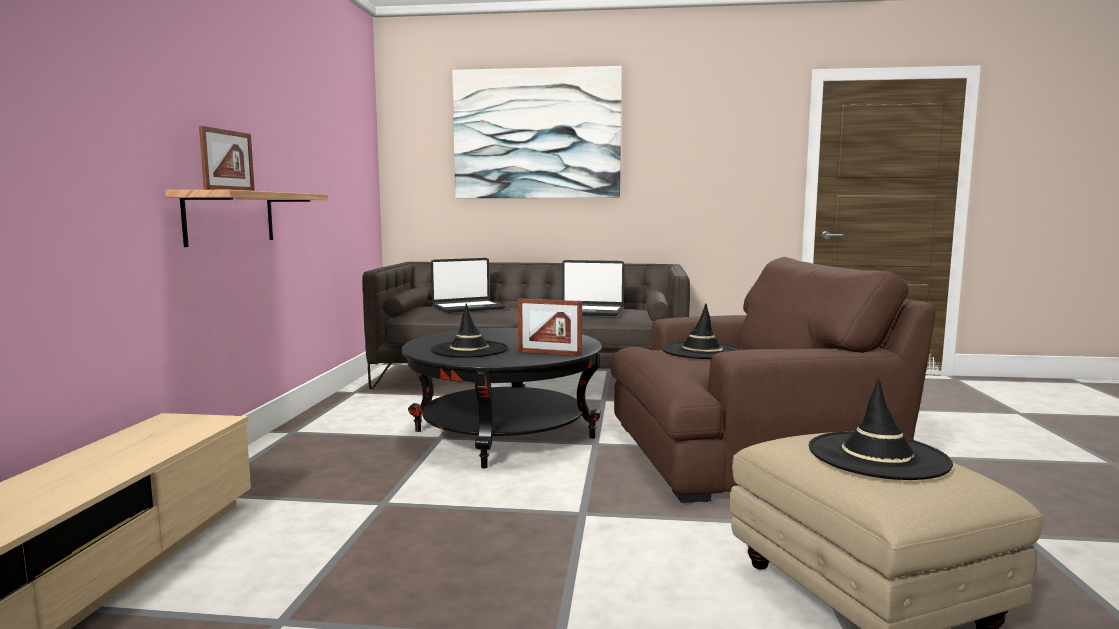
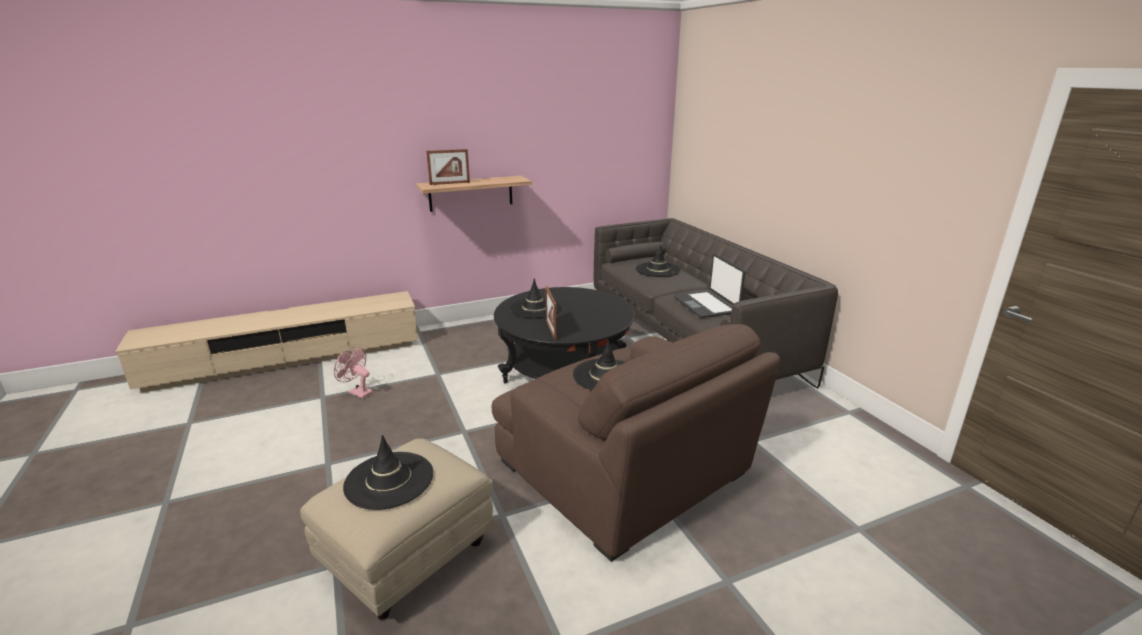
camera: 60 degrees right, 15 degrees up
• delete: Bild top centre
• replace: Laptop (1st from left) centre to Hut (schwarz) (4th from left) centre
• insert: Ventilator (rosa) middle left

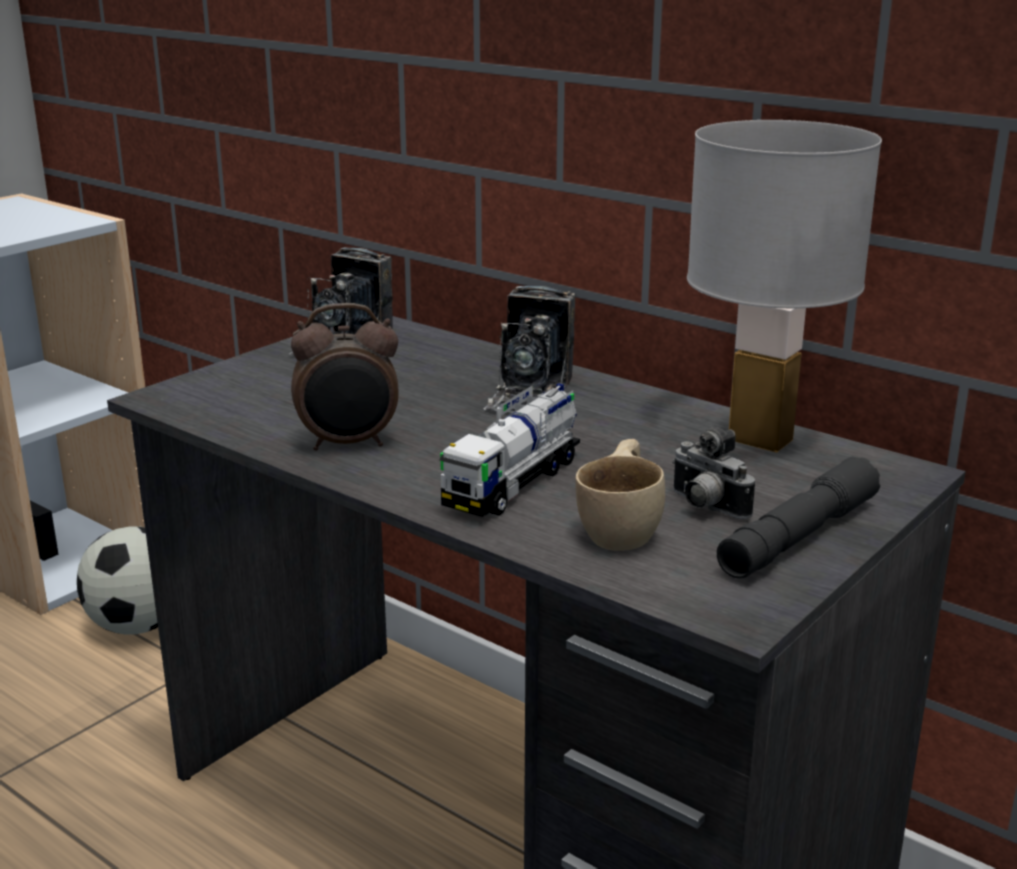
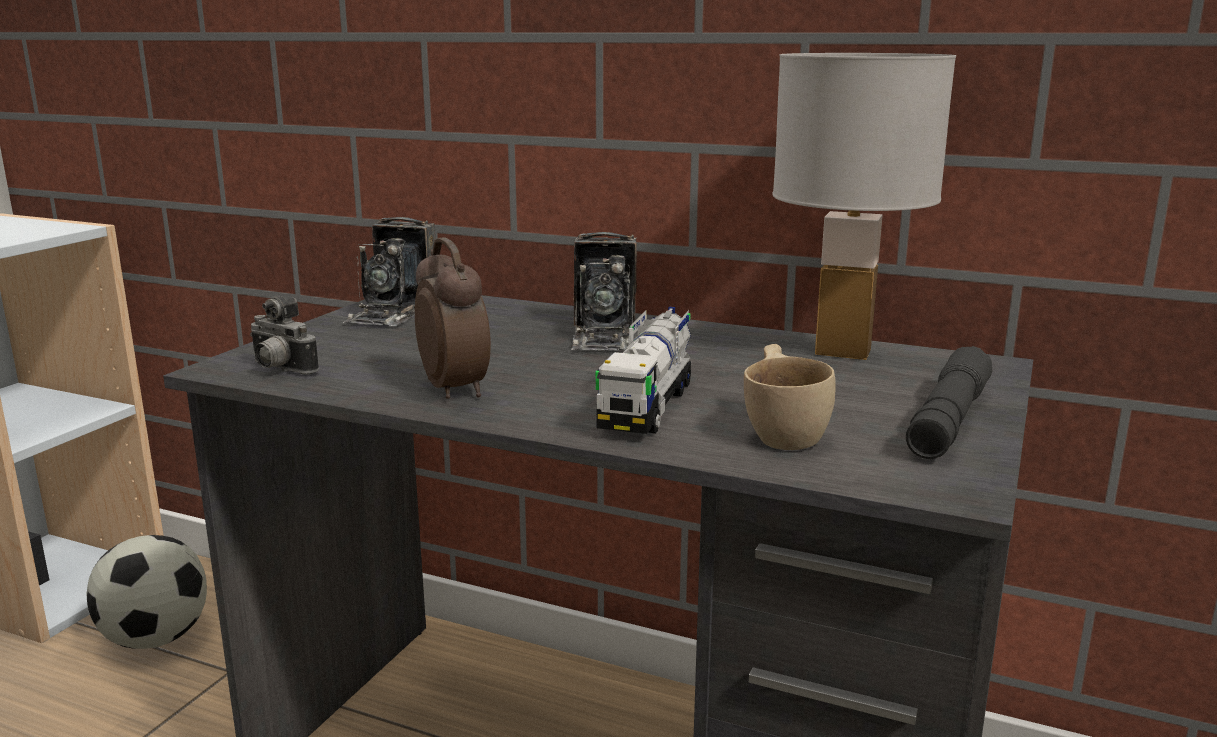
camera: 15 degrees left, 5 degrees down
• rotate: Wecker centre = centre 90 degrees counterclockwise
• move: Kamera (3rd from left in the first image) middle right to Kamera (1st from left) middle left

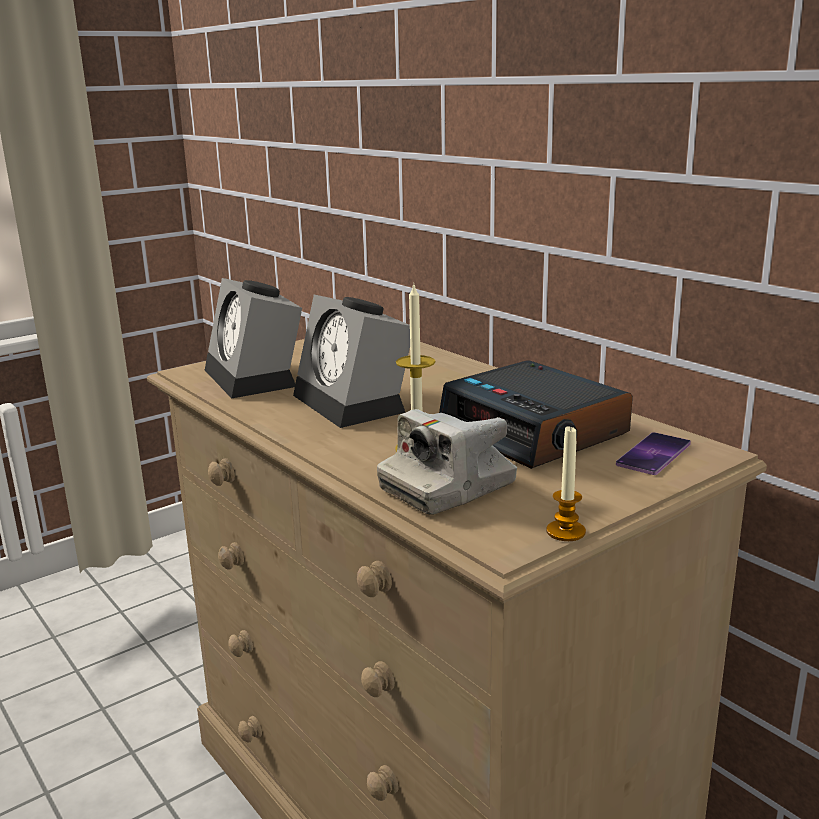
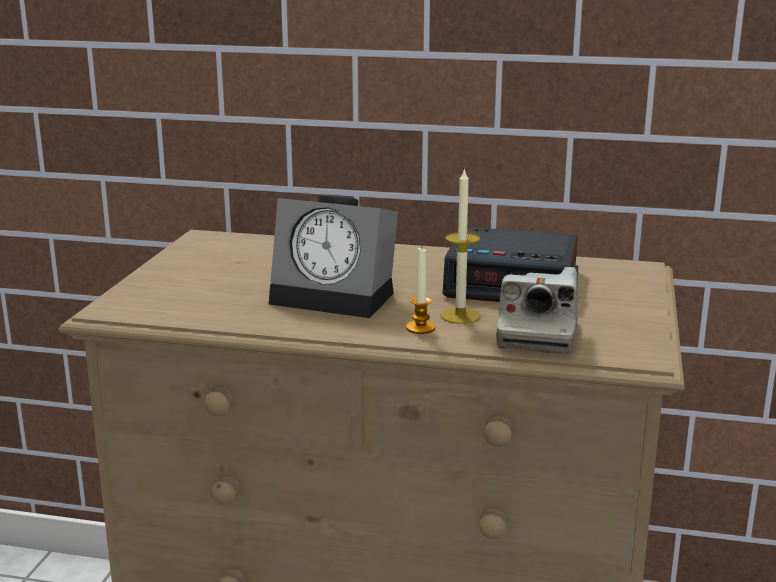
camera: 40 degrees left, 0 degrees up
• delete: Wecker (1st from left) middle left
• move: Kerze (2nd from left in the first image) middle right to Kerze (1st from left) centre
• delete: Handy middle right

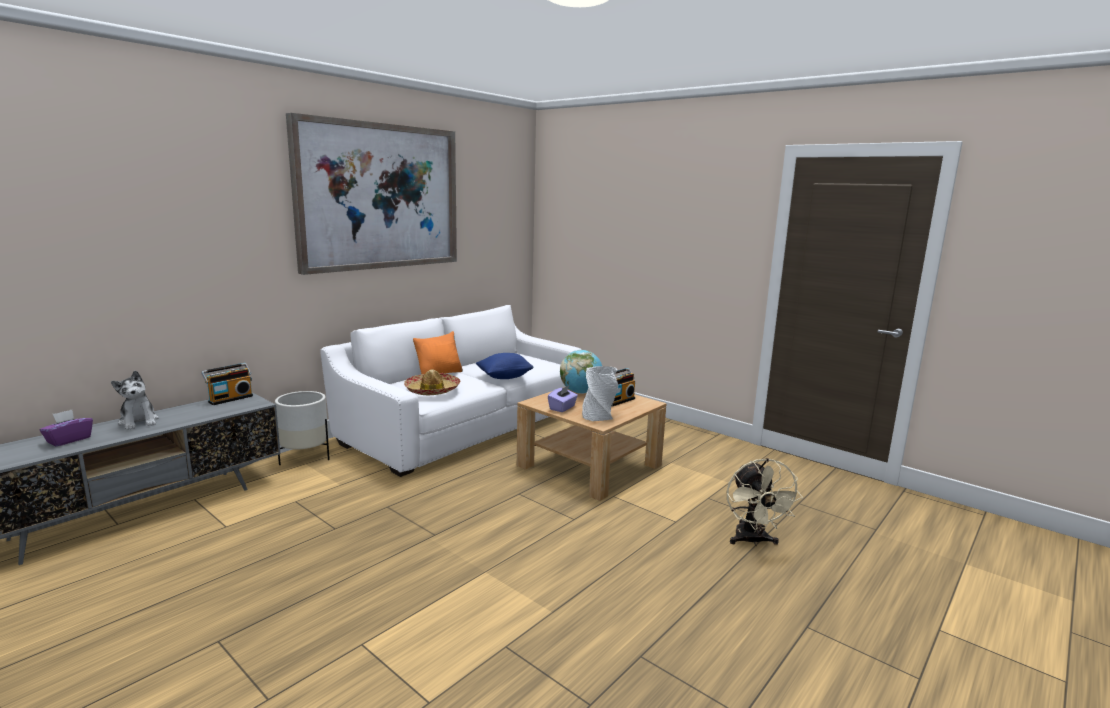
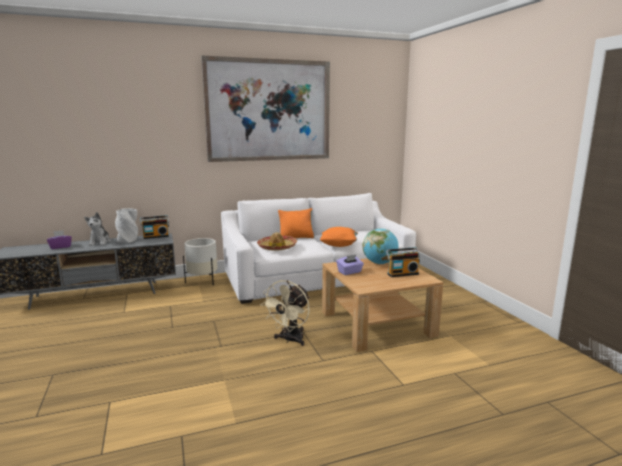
camera: 30 degrees right, 0 degrees up
• recolor: Kissen (blau) centre to Kissen (orange) (2nd from left) centre
• move: Vase (grau) centre to middle left
• move: Ventilator (beige) bottom right to bottom centre

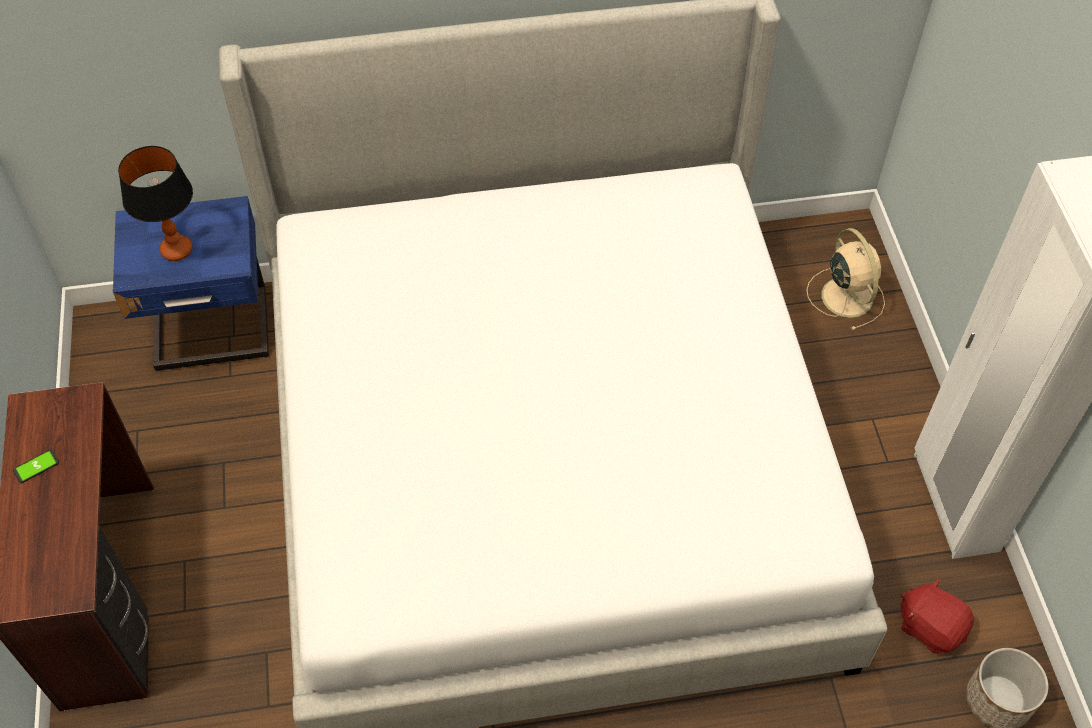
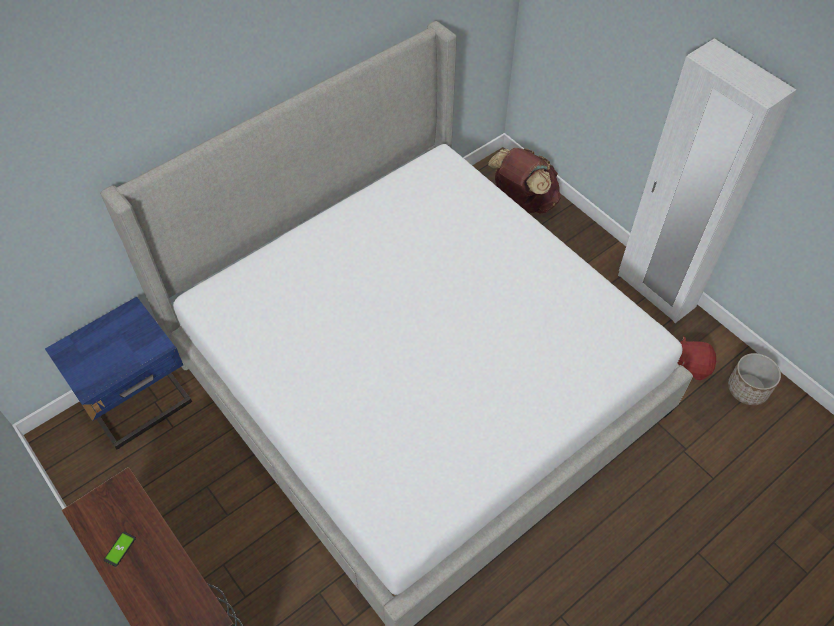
camera: 30 degrees left, 0 degrees up
• delete: Tischlampe top left
• replace: Ventilator (beige) middle right to Rucksack (braun) top centre

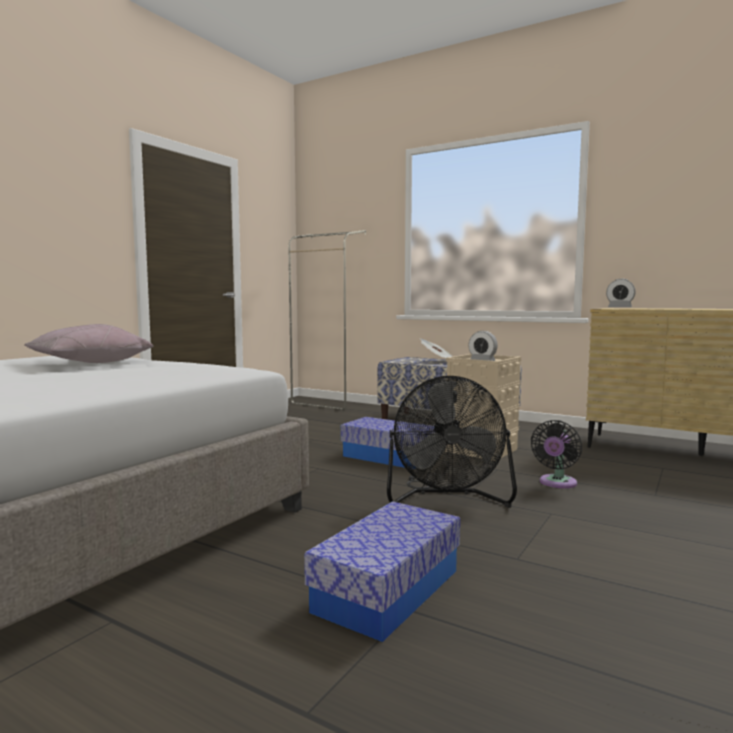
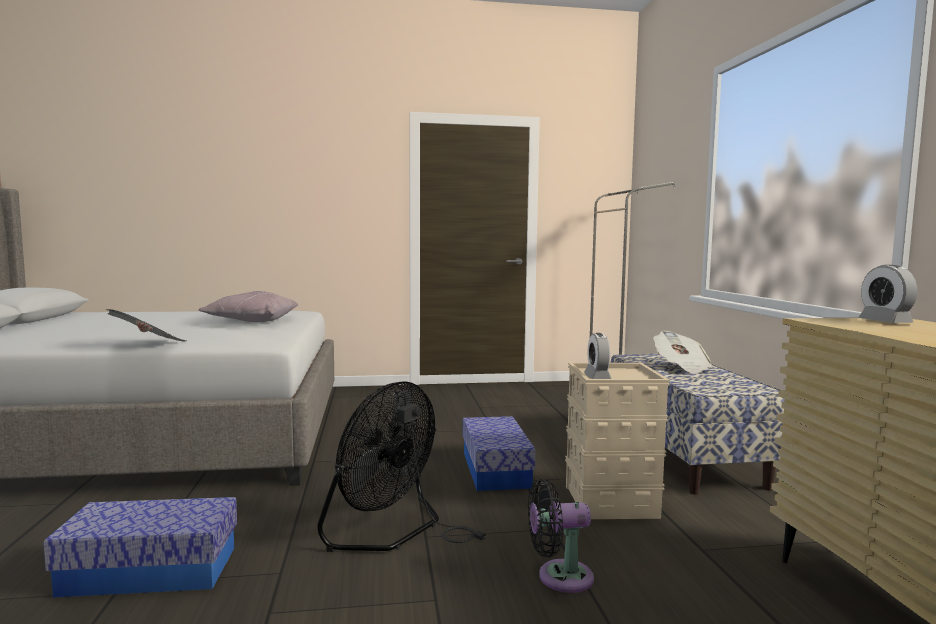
camera: 50 degrees right, 0 degrees up
• rotate: Ventilator (schwarz) (1st from left) centre = bottom centre 75 degrees clockwise
• insert: Zeitung (1st from left) middle left

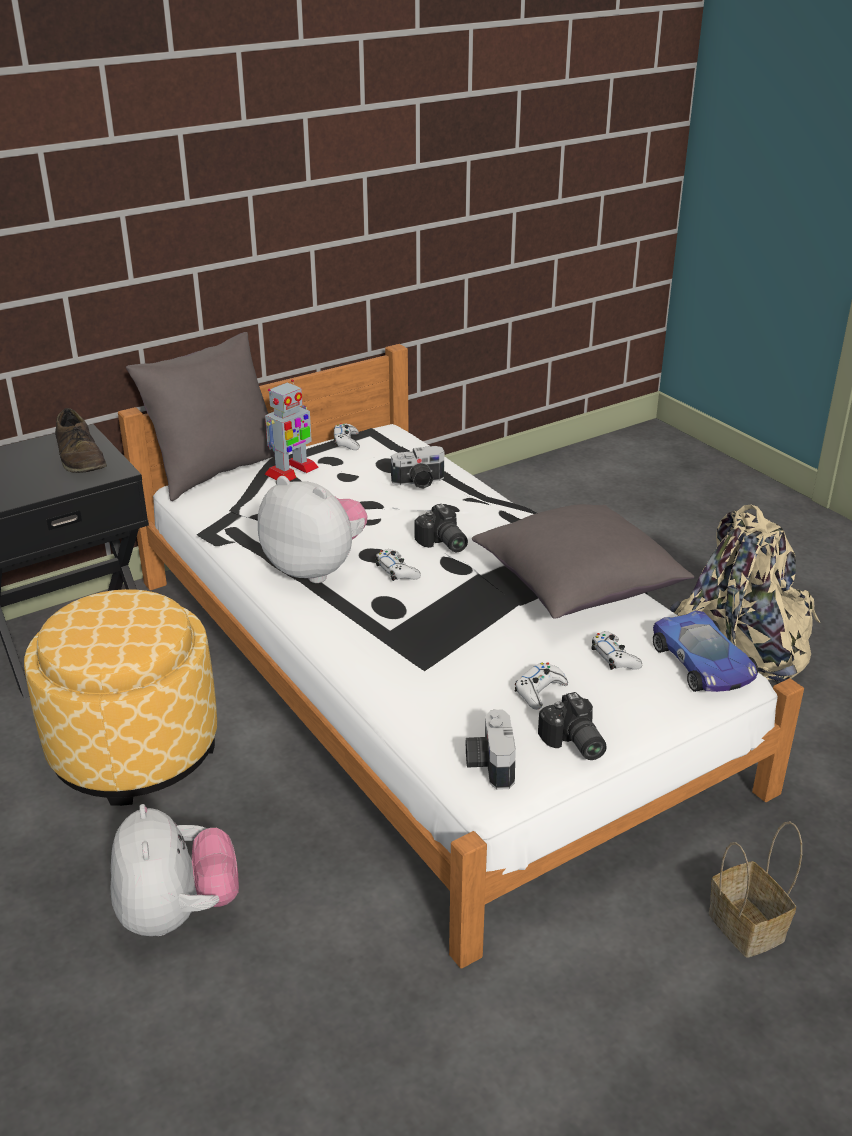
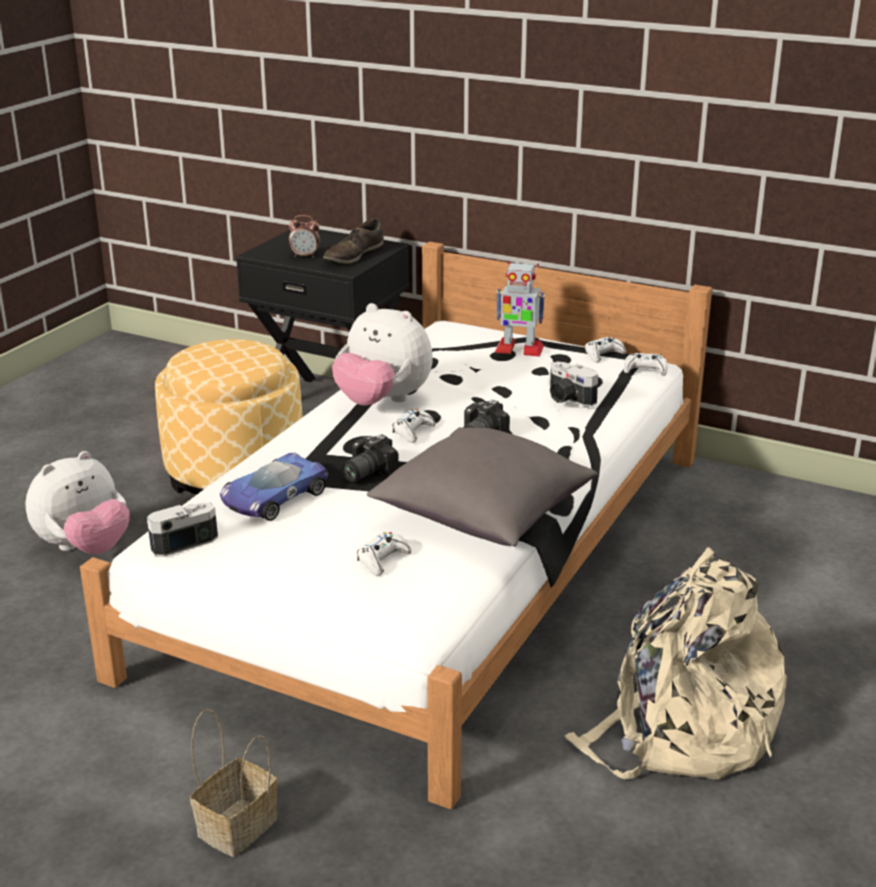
camera: 60 degrees right, 5 degrees down
• delete: Kissen (grau) (1st from left) middle left
• rotate: Plüschtier (2nd from left) centre = centre 120 degrees clockwise
• move: Spielzeugauto middle right to middle left
• move: Gamepad (weiß) (3rd from left in the first image) centre to Gamepad (weiß) (4th from left) middle right
• move: Kamera (4th from left in the first image) middle right to Kamera (2nd from left) centre
• insert: Wecker top centre

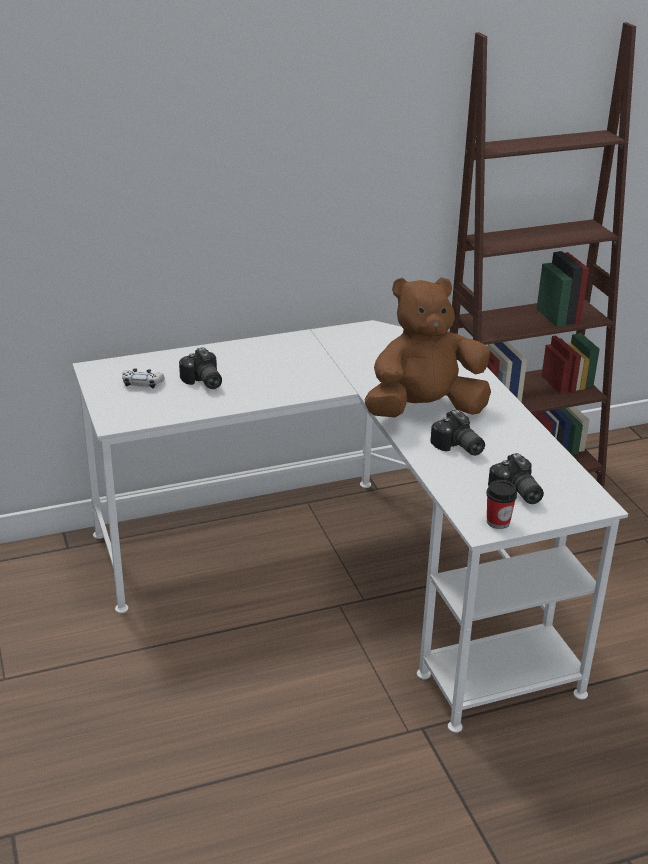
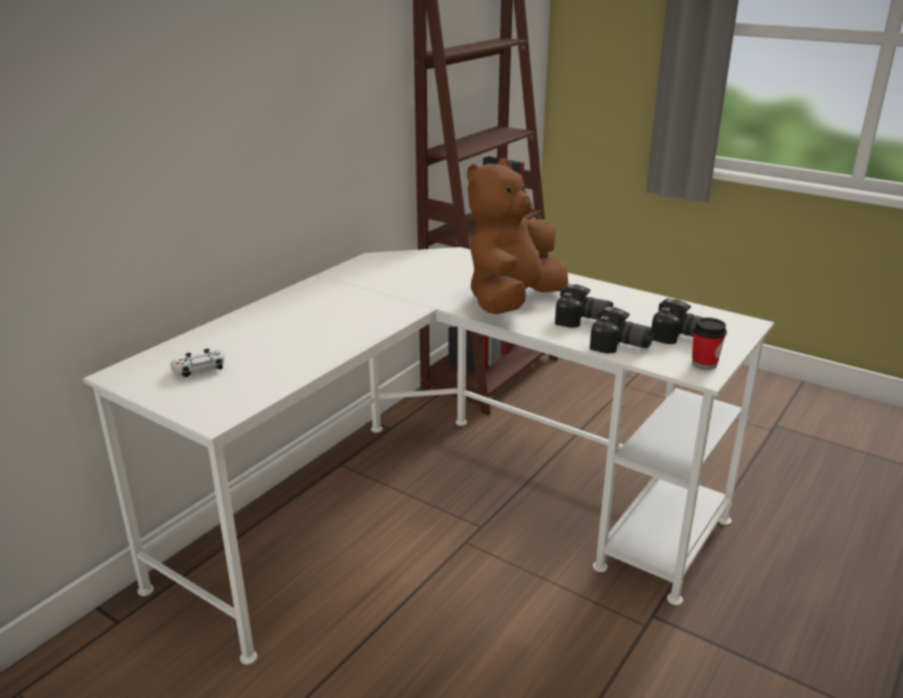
camera: 35 degrees left, 5 degrees down
• move: Kamera (1st from left in the first image) middle left to Kamera (2nd from left) middle right

